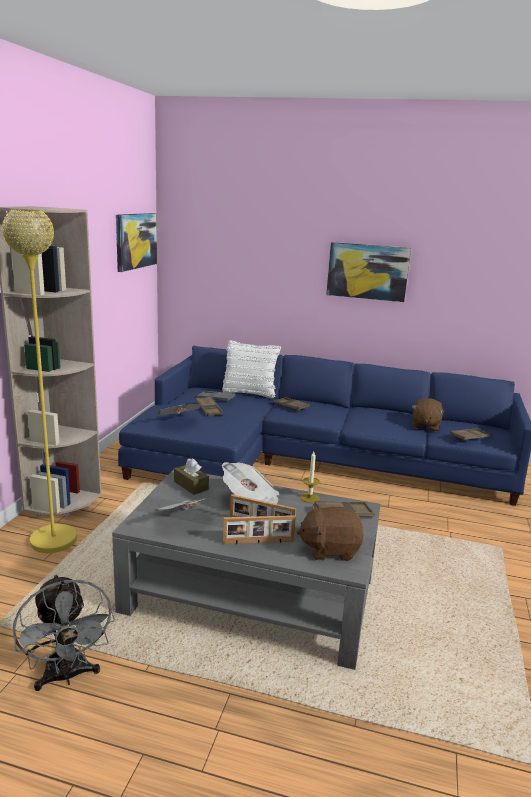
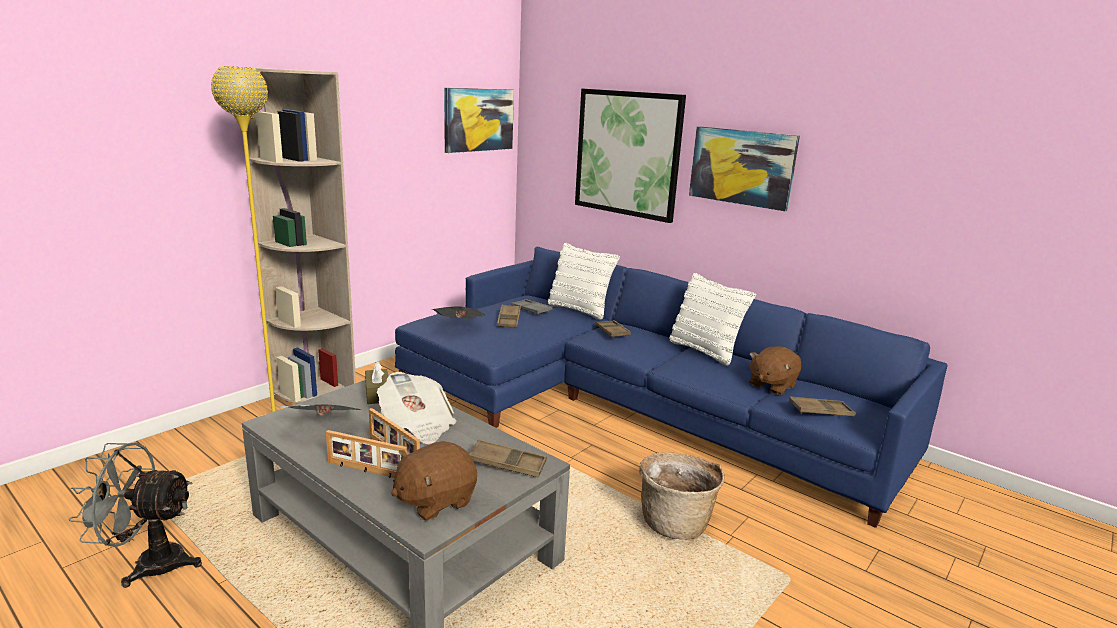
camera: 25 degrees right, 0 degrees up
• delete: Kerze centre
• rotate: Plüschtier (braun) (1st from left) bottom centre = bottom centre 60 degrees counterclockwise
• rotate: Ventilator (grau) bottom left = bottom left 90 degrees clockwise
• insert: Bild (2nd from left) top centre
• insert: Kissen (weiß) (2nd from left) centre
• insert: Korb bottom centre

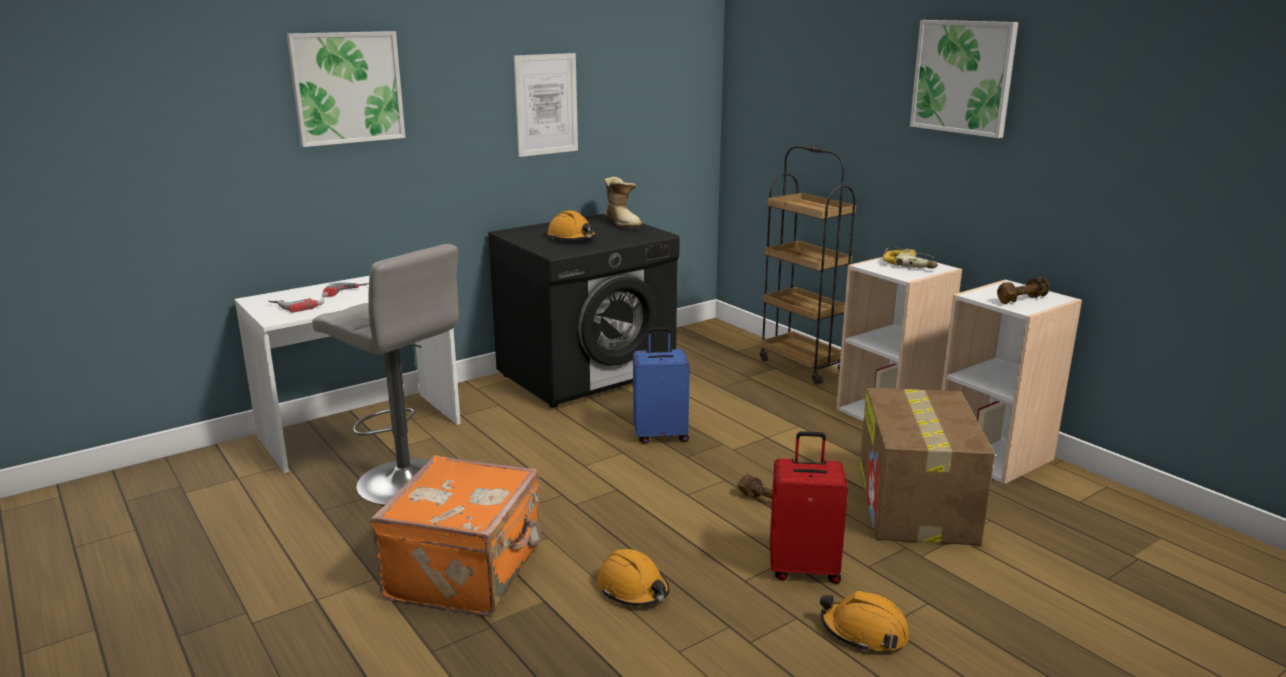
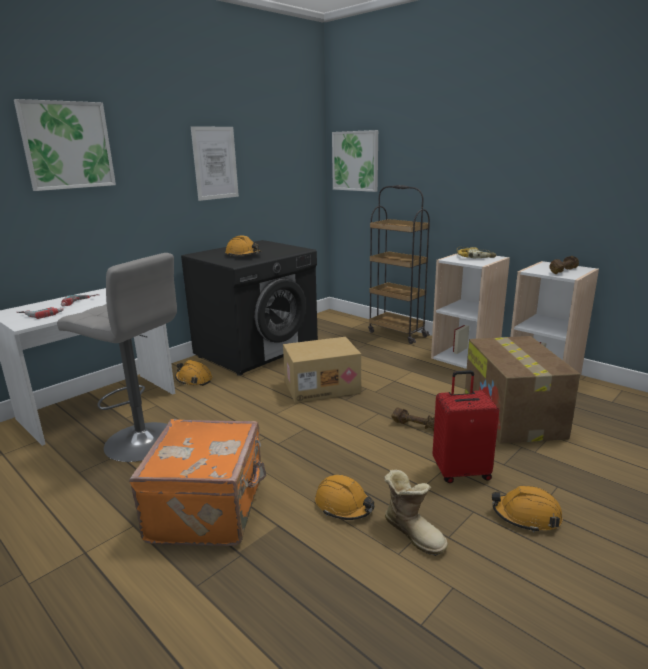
camera: 10 degrees left, 0 degrees up
• move: Bild (3rd from left) top right to top centre
• move: Stiefel top centre to bottom centre
• replace: Koffer (blau) centre to Karton (1st from left) centre
• insert: Schutzhelm (orange) (1st from left) middle left

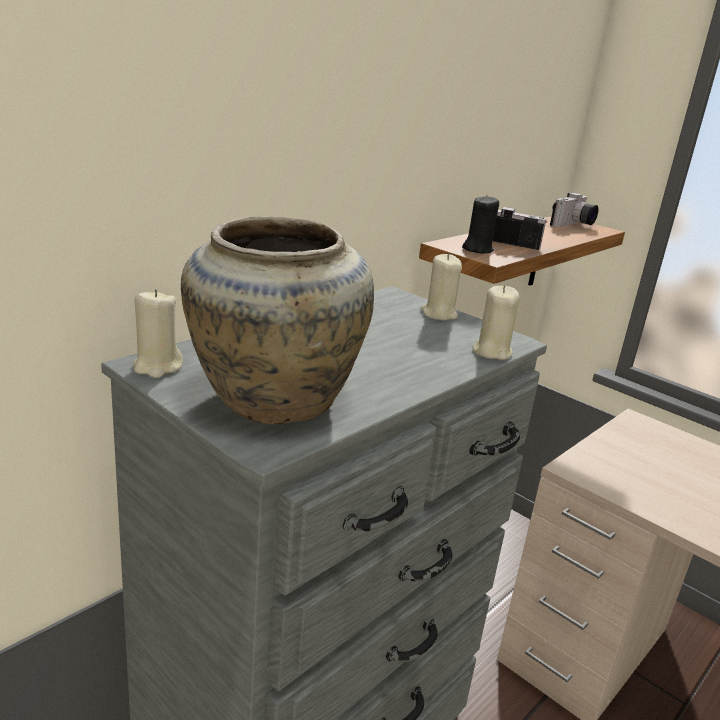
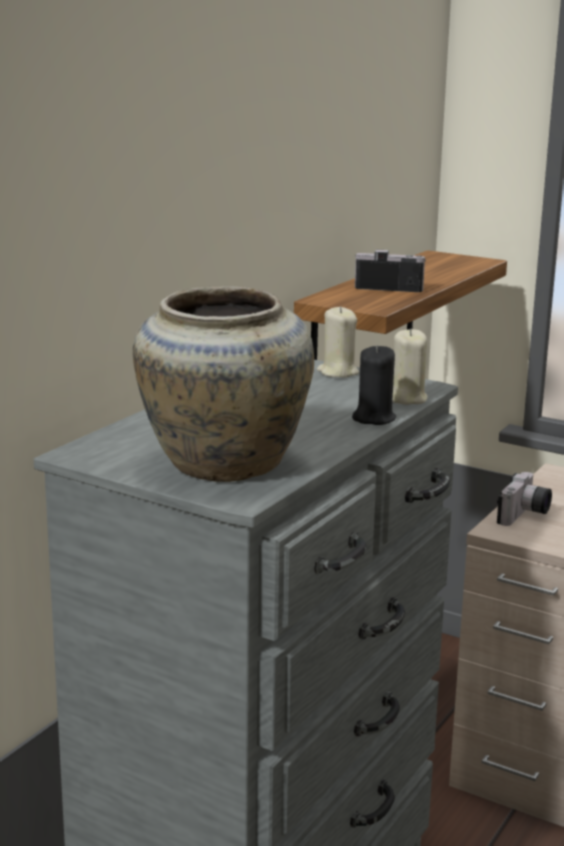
camera: 10 degrees left, 5 degrees down
• move: Kamera (2nd from left) top right to middle right
• move: Kerze (schwarz) top right to centre
• delete: Kerze (beige) (1st from left) middle left

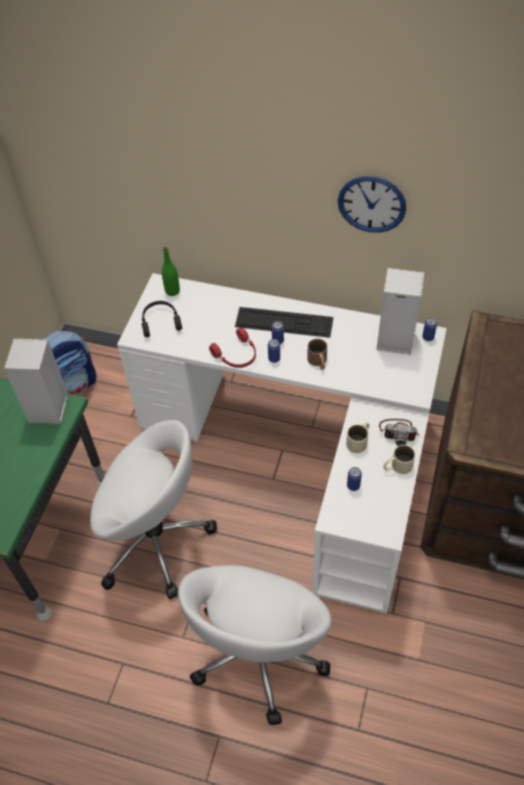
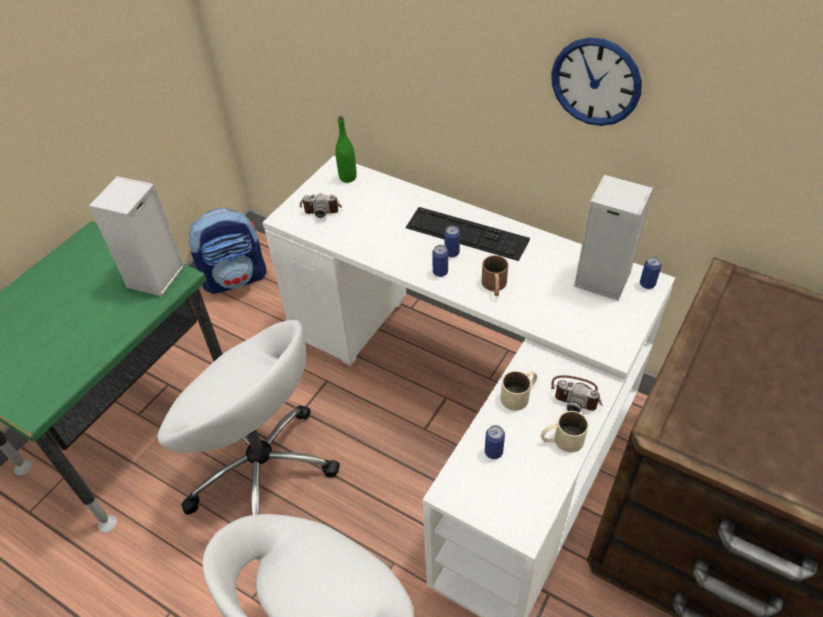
camera: 15 degrees right, 5 degrees down
• replace: Kopfhörer (schwarz) middle left to Kamera (1st from left) top centre
• delete: Kopfhörer (rot) centre

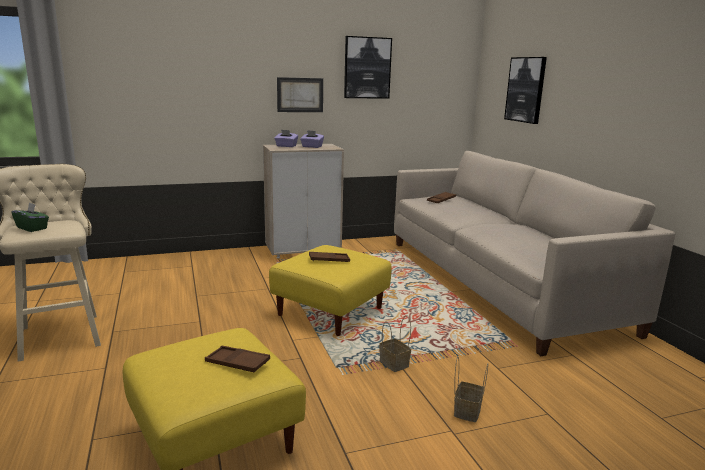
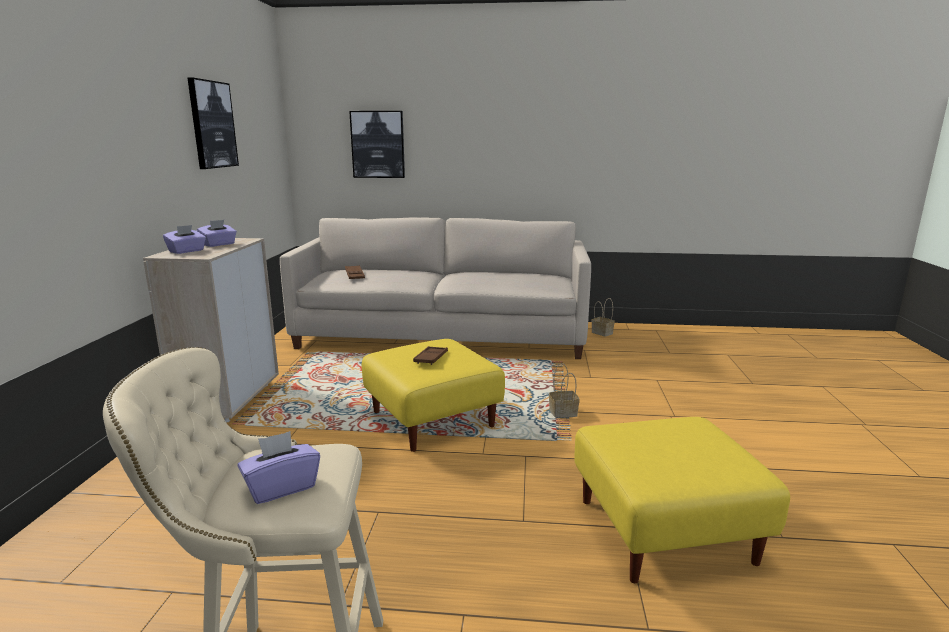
camera: 65 degrees left, 0 degrees up
• delete: Bild (1st from left) top centre
• recolor: Taschentuchbox (grün) middle left to Taschentuchbox (lila) (3rd from left) bottom left
• delete: Tablett (braun) (1st from left) bottom centre
• move: Korb (2nd from left) bottom right to centre

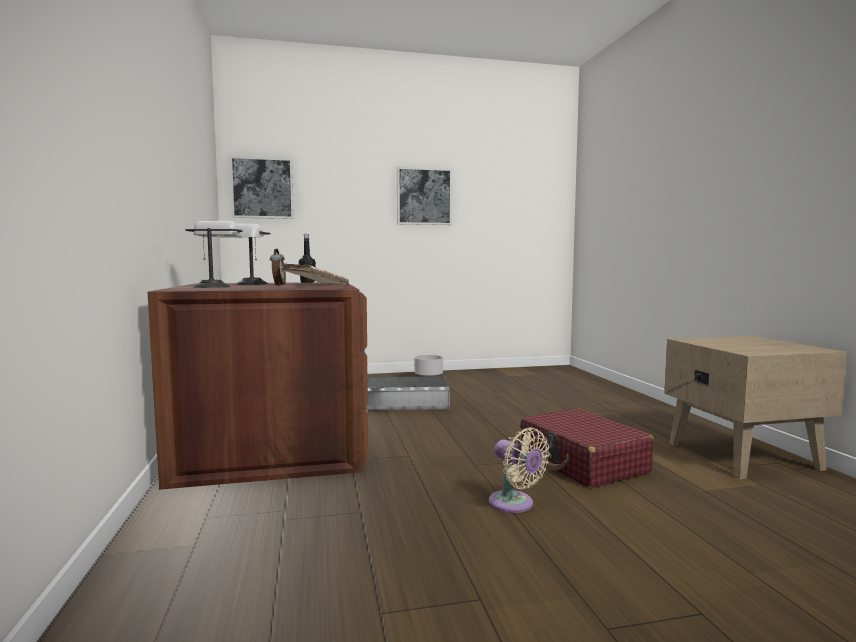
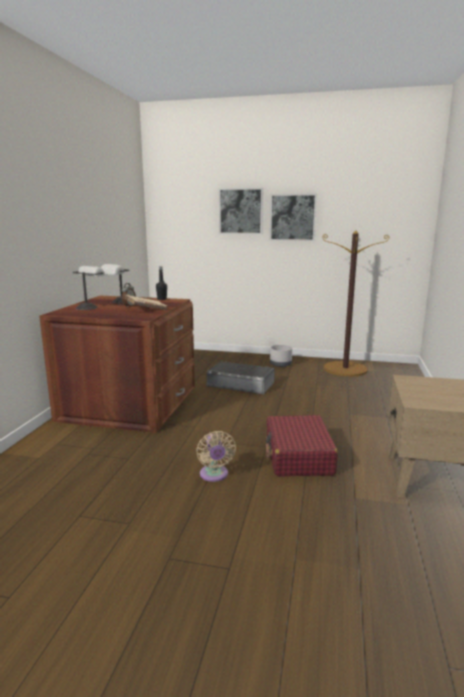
camera: 25 degrees right, 10 degrees up
• move: Bild (1st from left) top left to top centre
• insert: Kleiderständer (braun) middle right

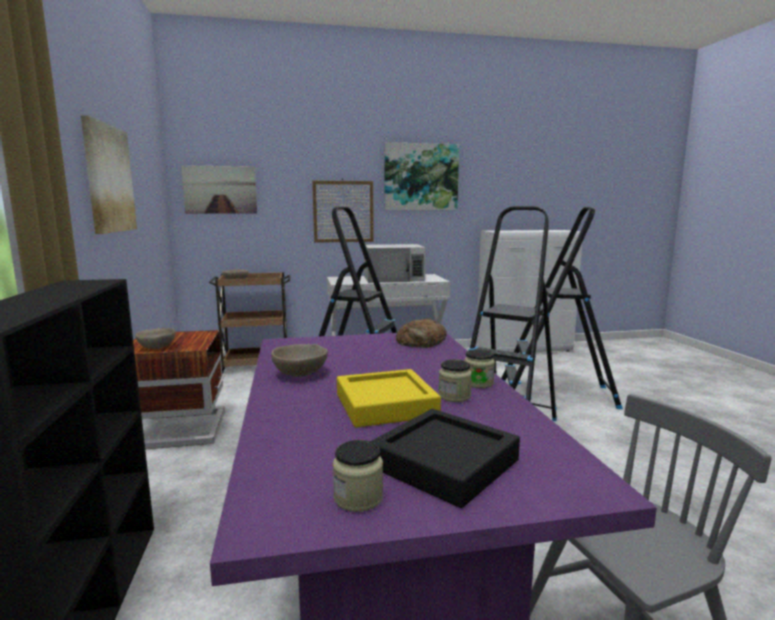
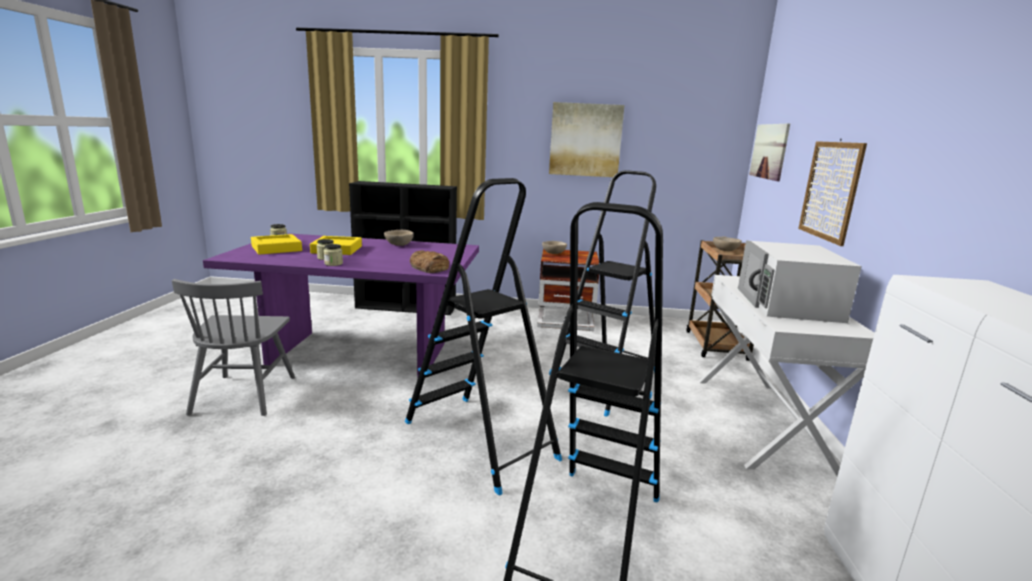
camera: 105 degrees right, 5 degrees up
• delete: Bild (4th from left) top centre
• recolor: Tablett (schwarz) bottom centre to Tablett (gelb) (1st from left) middle left

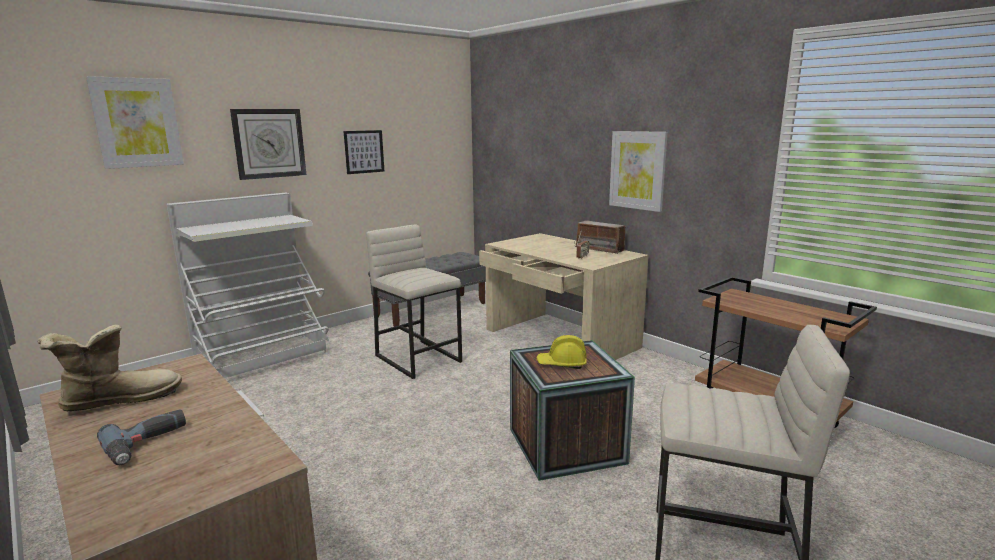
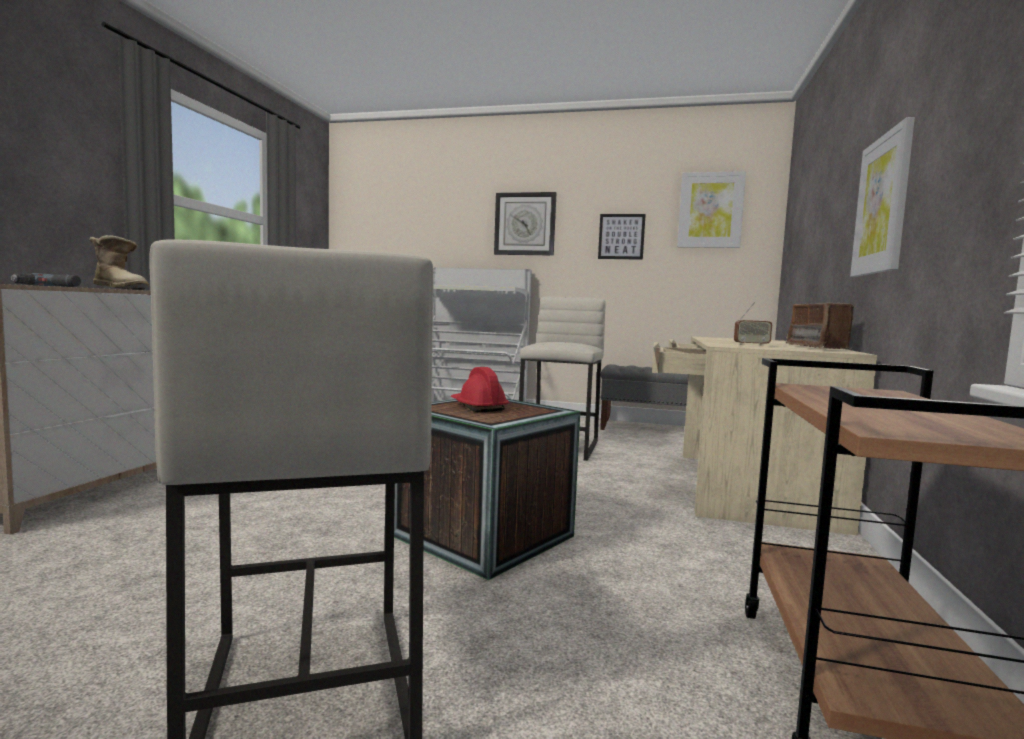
camera: 55 degrees right, 10 degrees down
• move: Bild (1st from left in the first image) top left to Bild (2nd from left) top right
• recolor: Schutzhelm (gelb) centre to Schutzhelm (rot) centre

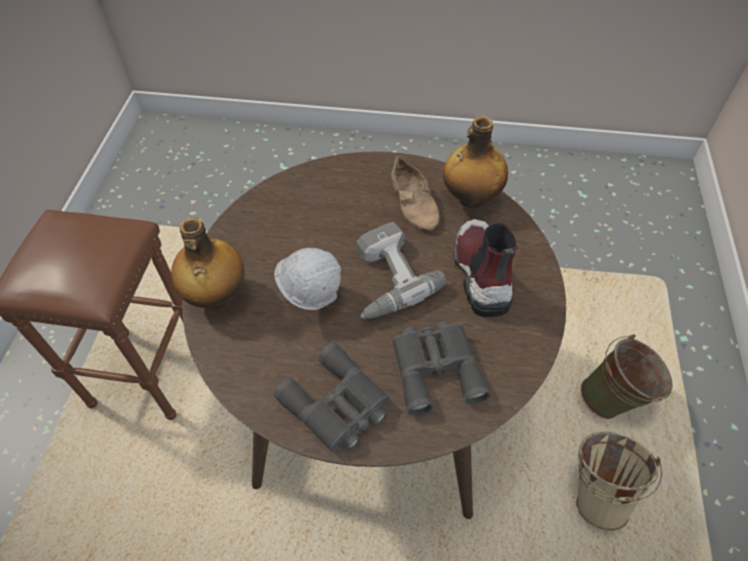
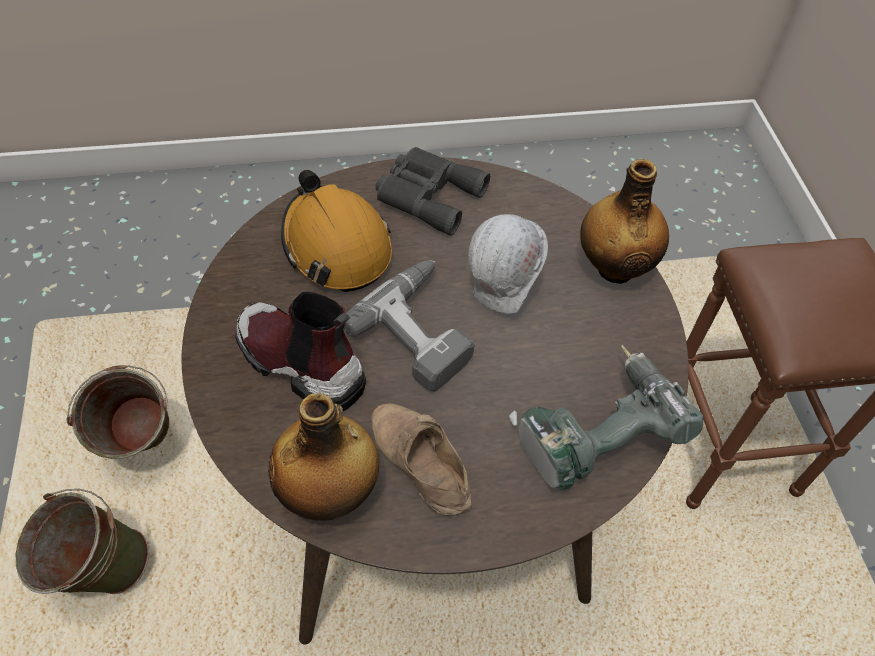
camera: 160 degrees right, 0 degrees up
• rotate: Stiefel centre = centre 150 degrees clockwise
• replace: Fernglas (grau) (2nd from left) centre to Schutzhelm (orange) centre
• recolor: Eimer (beige) bottom right to Eimer (grün) (2nd from left) middle left
• insert: Bohrmaschine (2nd from left) middle right

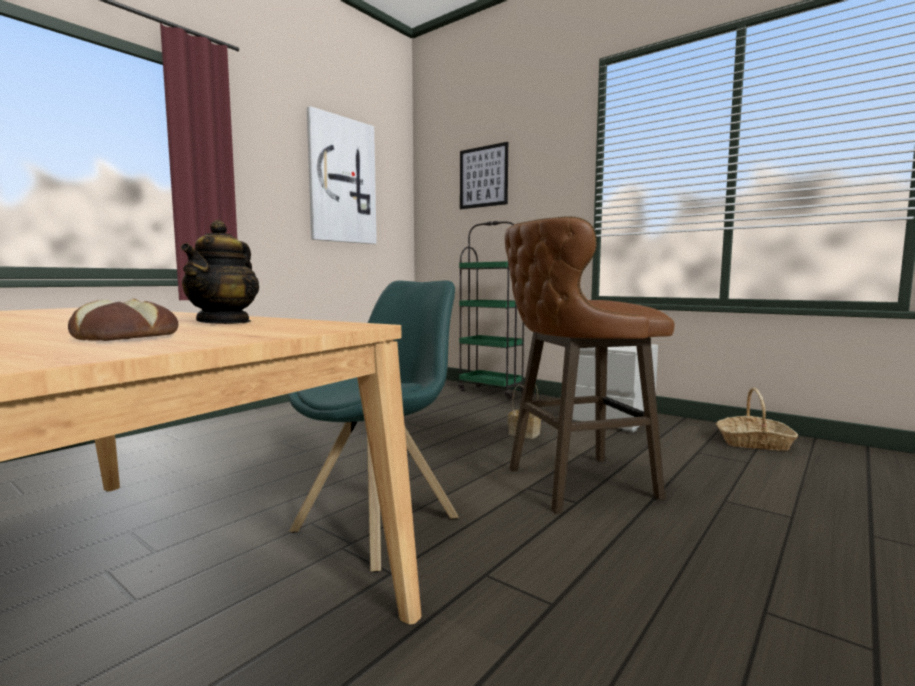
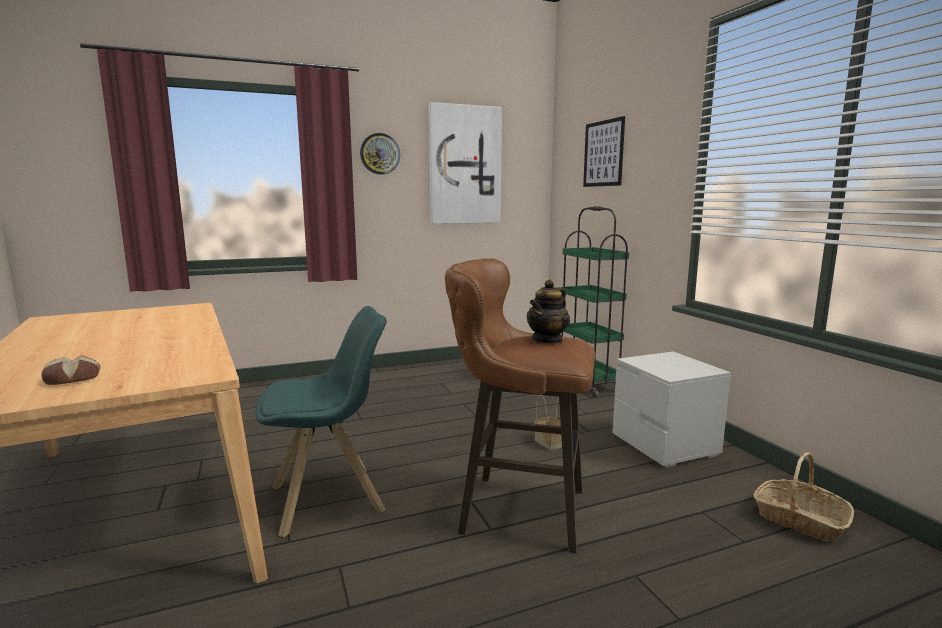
camera: 30 degrees right, 5 degrees up
• move: Teekanne middle left to centre
• insert: Wanduhr top centre

